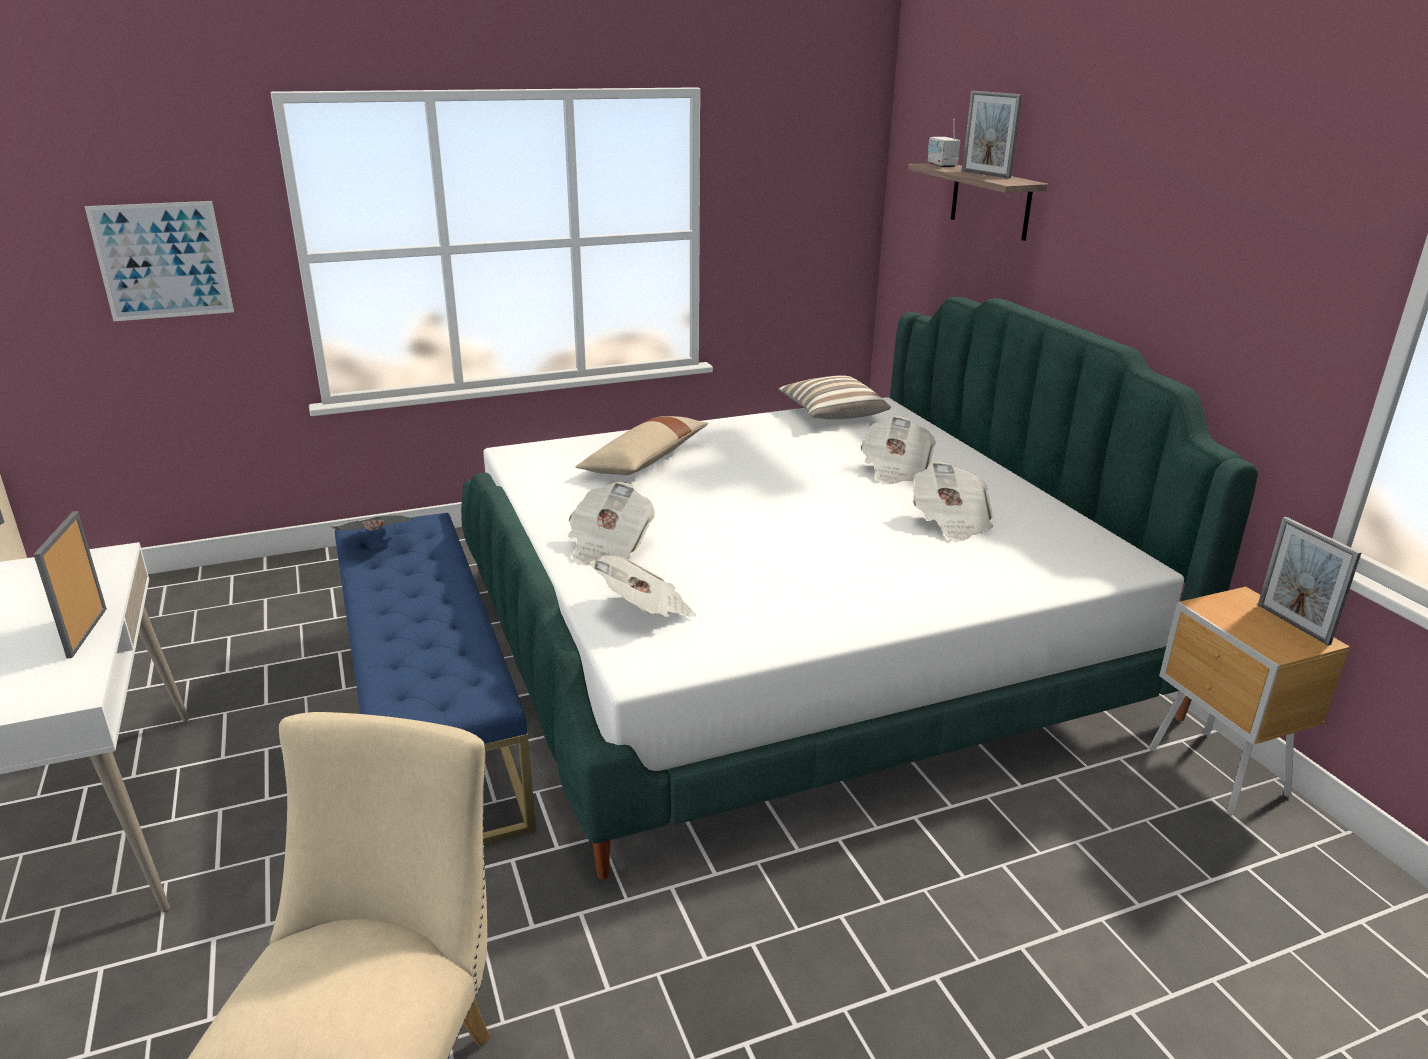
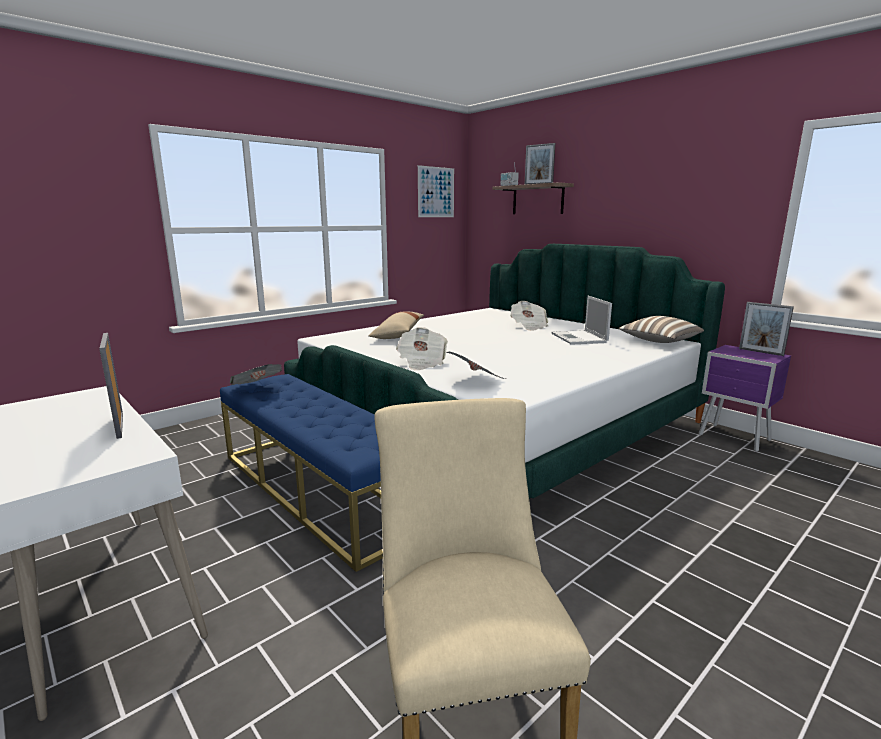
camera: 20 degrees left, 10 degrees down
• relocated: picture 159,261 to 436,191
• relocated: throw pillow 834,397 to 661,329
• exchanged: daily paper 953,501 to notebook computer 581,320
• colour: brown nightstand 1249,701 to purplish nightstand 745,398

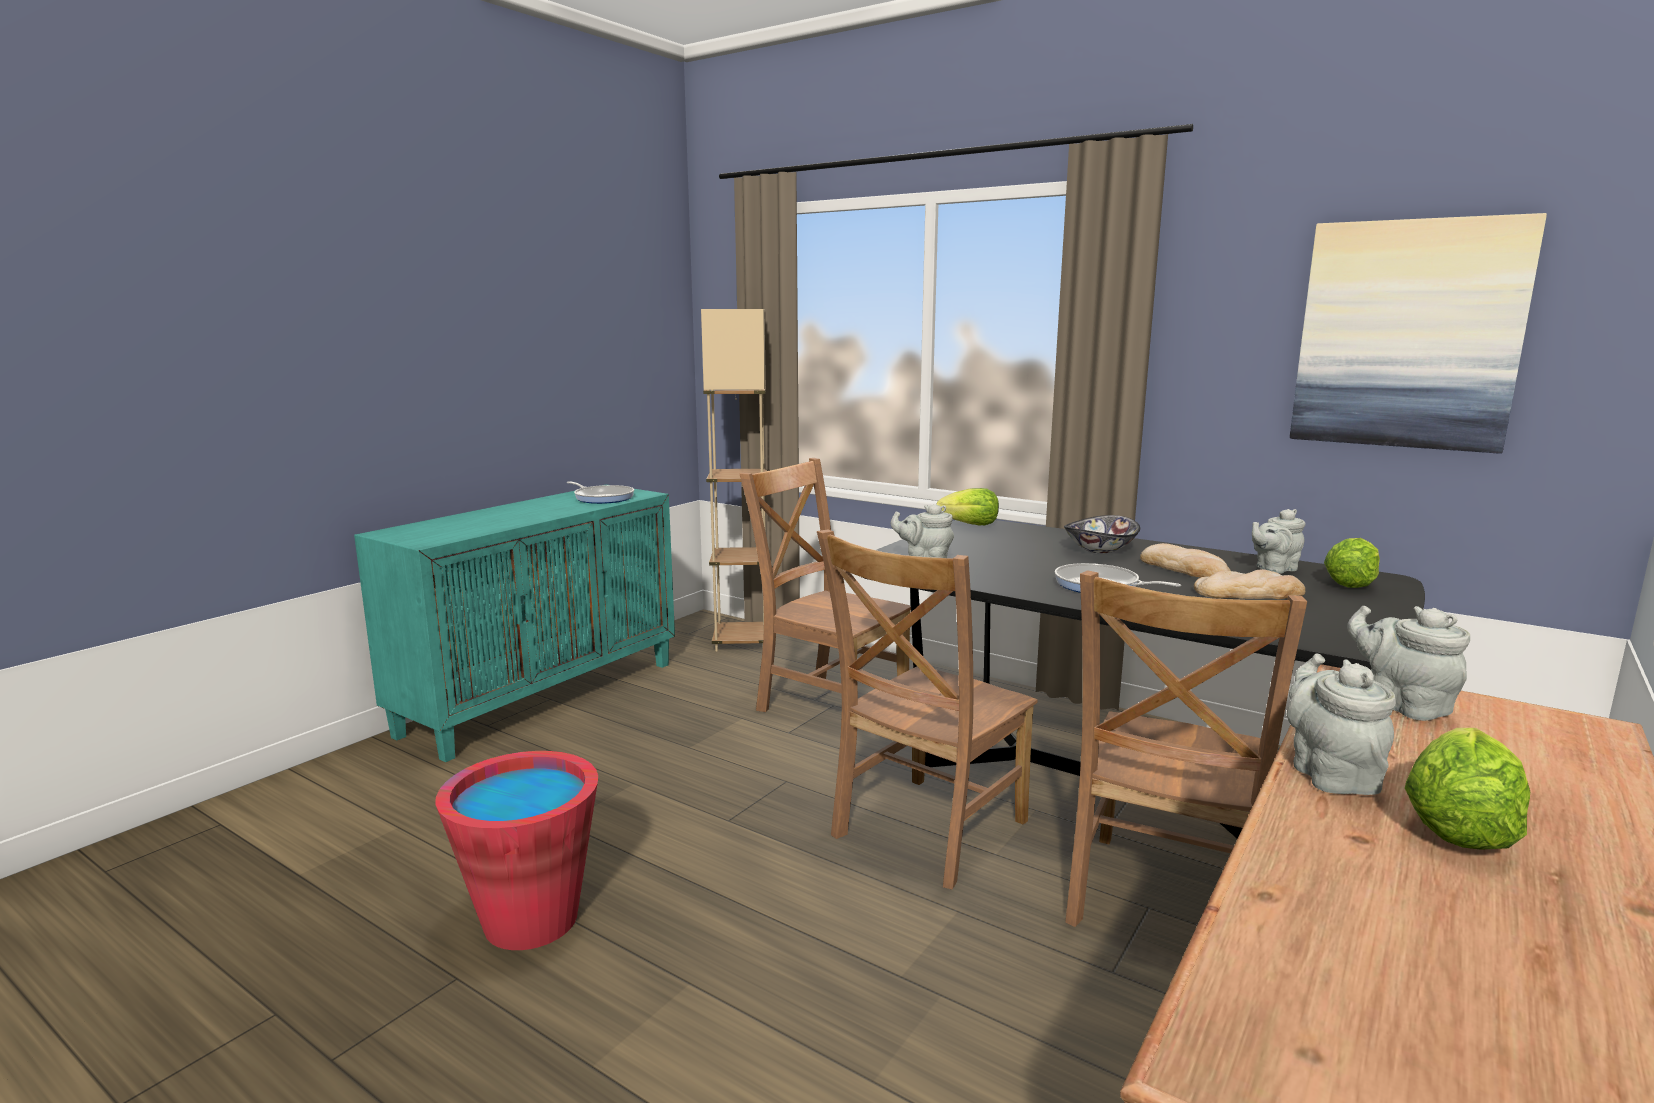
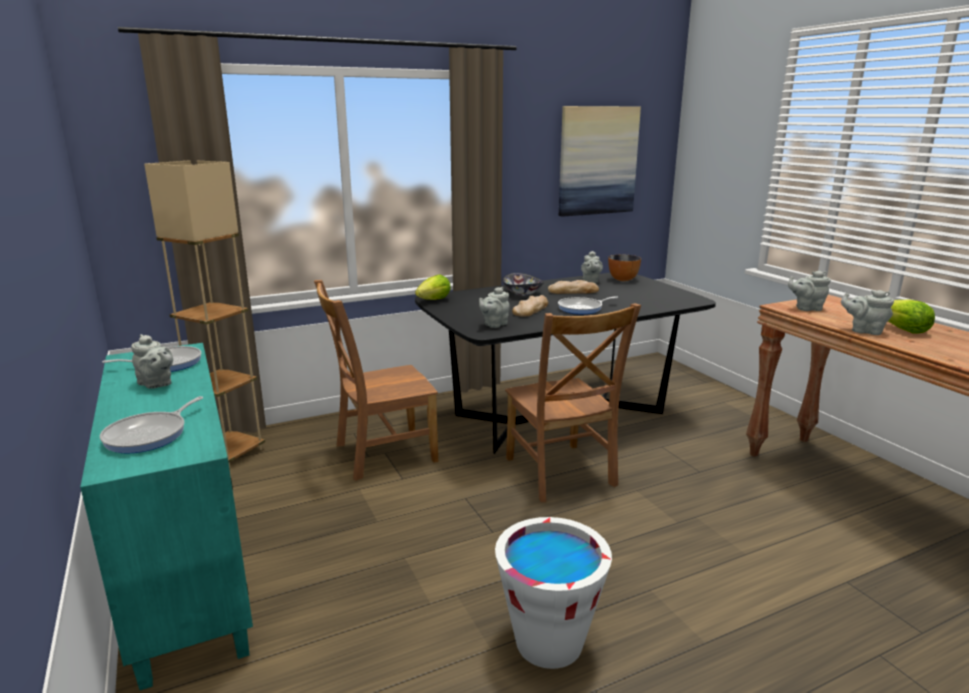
camera: 60 degrees left, 5 degrees up
• colour: red water bucket 517,850 to whitish water bucket 553,593
• missing: brown chair 1186,748
• relocated: baked bread 1249,584 to 530,306
• exchanged: lettuce 1352,563 to serving bowl 624,268
• appeared: skillet 151,424
• appeared: gray tea pot 152,361

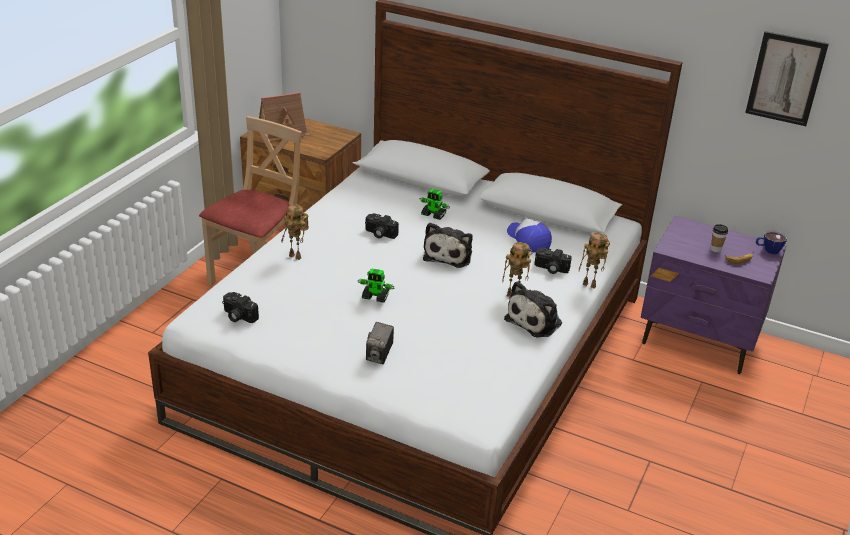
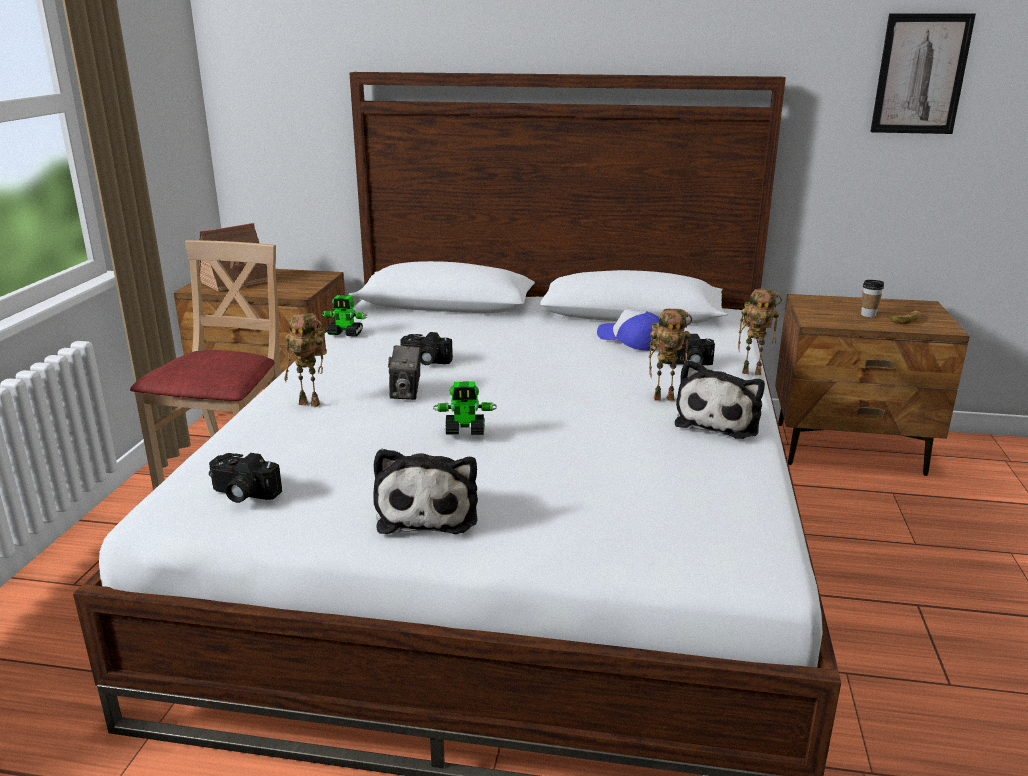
camera: 15 degrees left, 10 degrees down
• relocated: photo camera 380,343 to 404,372
• relocated: model robot 434,204 to 344,316
• relocated: plush toy 448,245 to 425,491
• colour: purplish nightstand 714,295 to brown nightstand 872,385
• missing: drinking cup 771,242

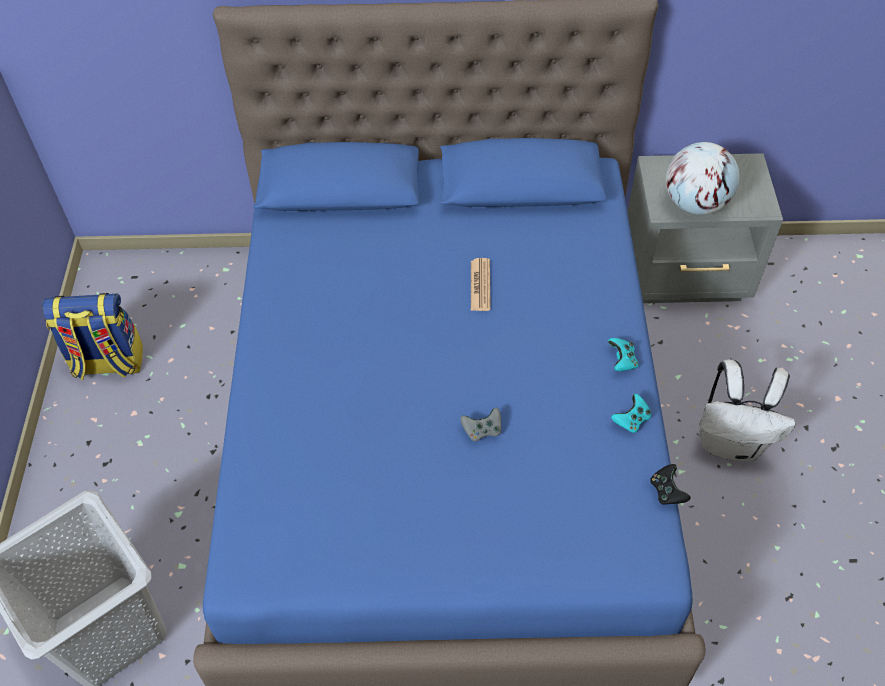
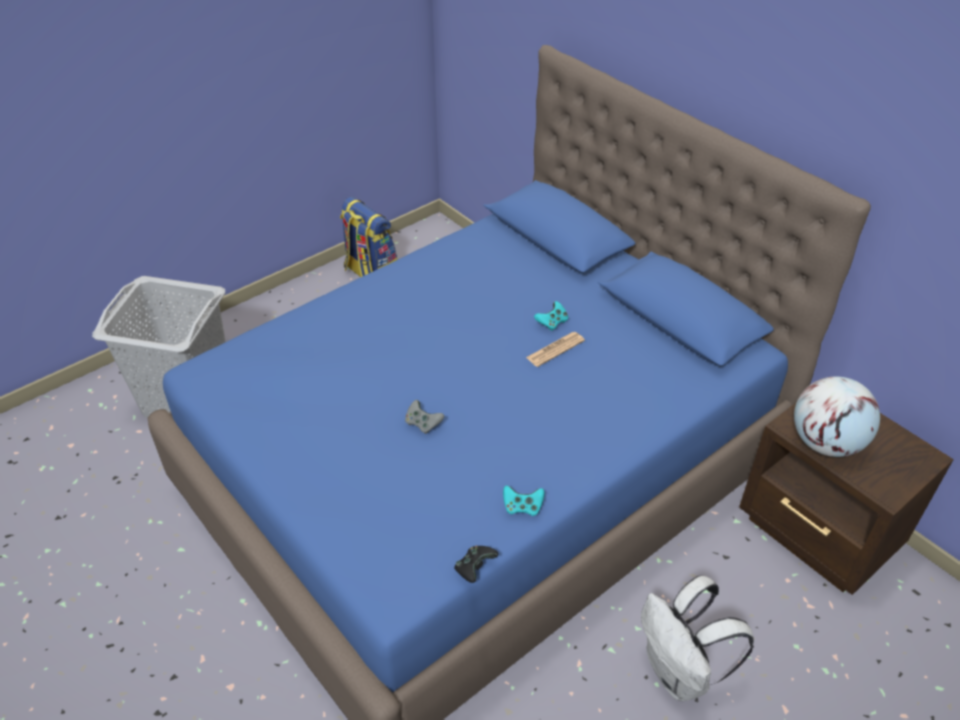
camera: 50 degrees right, 10 degrees down
• relocated: turquoise-coloured game controller 623,354 to 551,316
• colour: gray nightstand 705,228 to brown nightstand 846,499

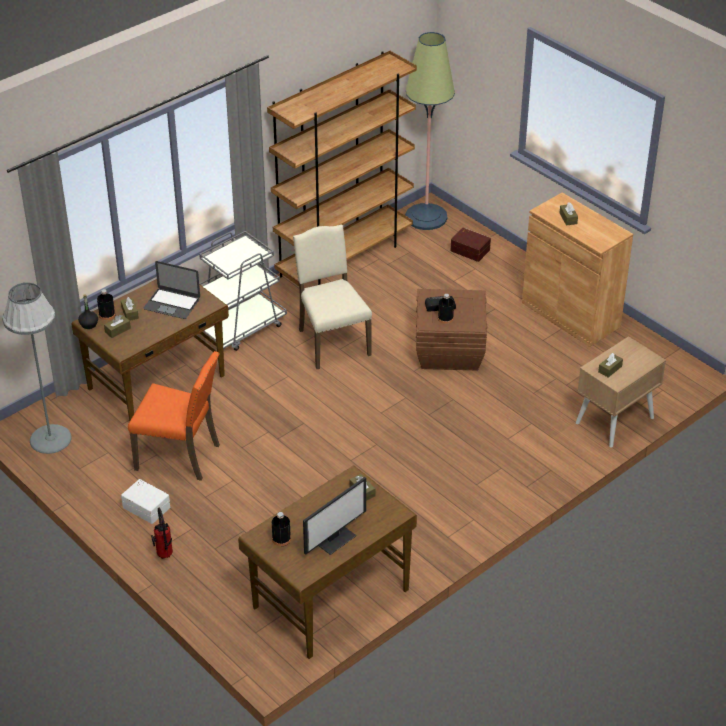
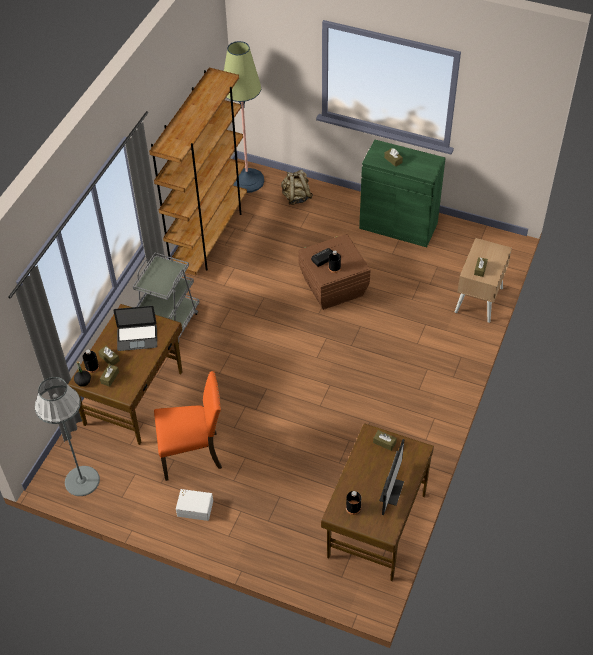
camera: 25 degrees left, 10 degrees up
• missing: extinguisher 162,533
• missing: beige-coloured chair 332,296
• exchanged: brown storage container 471,245 to beige-coloured rucksack 297,187
• colour: brown storage cabinet 577,270 to green-coloured storage cabinet 402,193

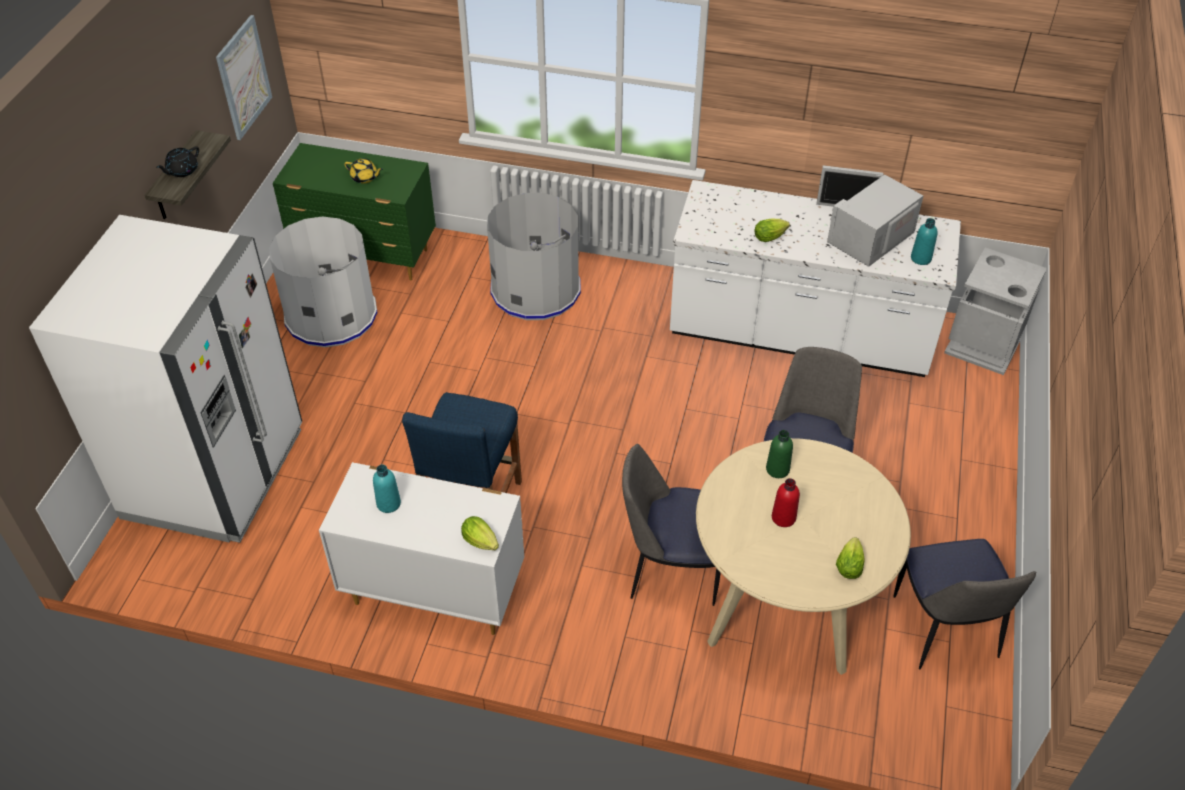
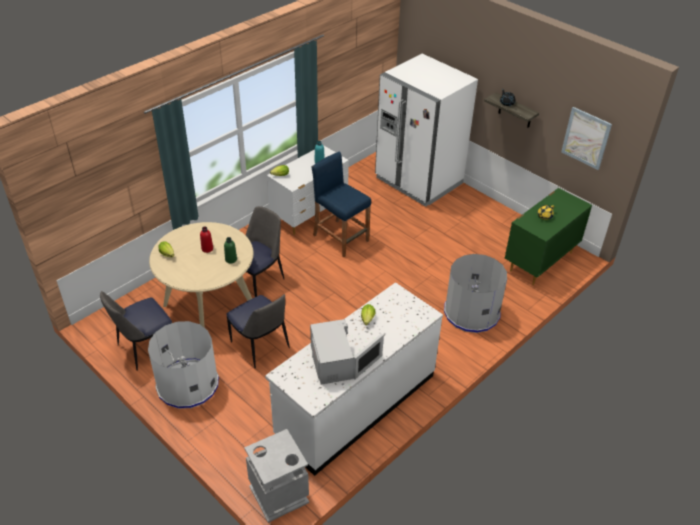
camera: 120 degrees right, 5 degrees down
• relocated: whitish waste bin 323,281 to 183,365
• spun: chair 965,604 = 136,331 60 degrees counterclockwise
• missing: turquoise-coloured beverage bottle 924,241

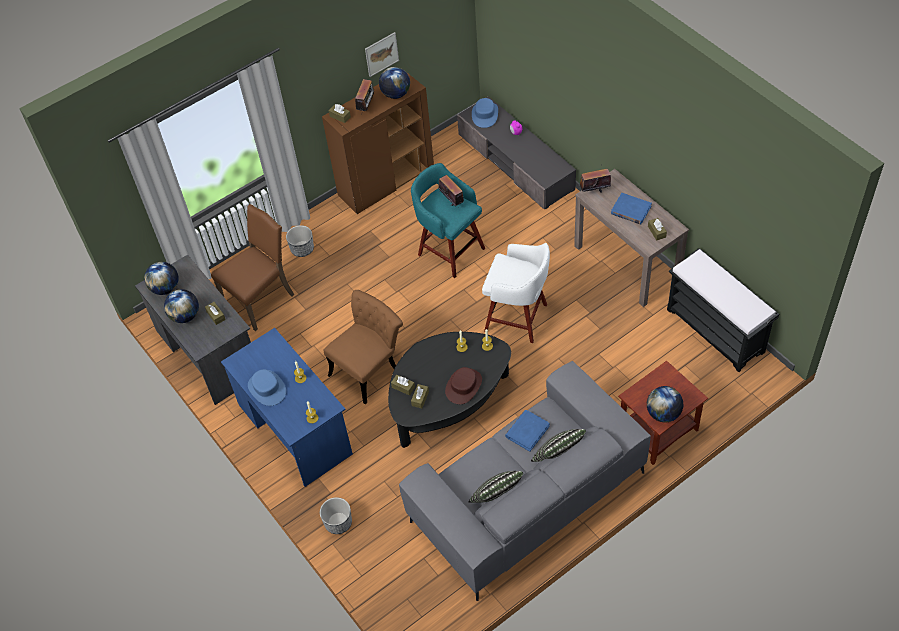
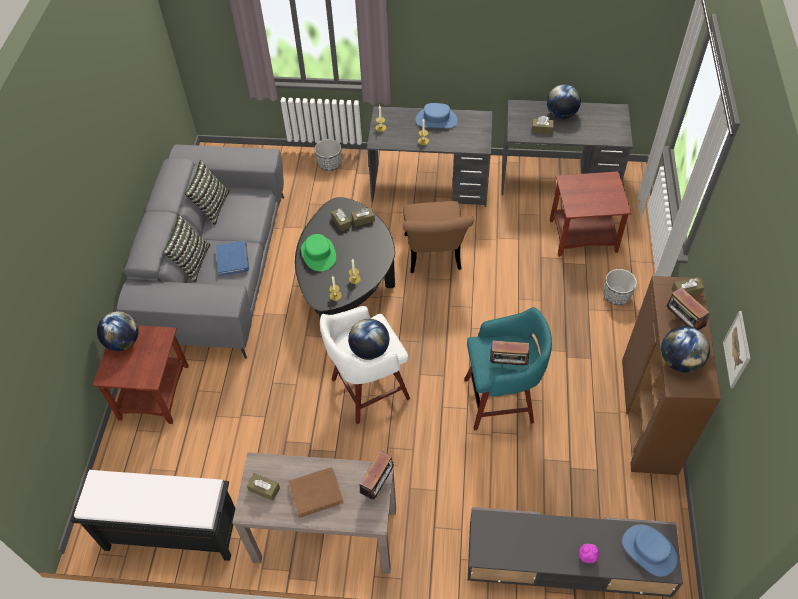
camera: 130 degrees right, 0 degrees up
• relocated: world globe 161,278 to 368,339
• exchanged: brown chair 253,267 to brown accent table 591,214
• colour: blue desk unit 287,407 to gray desk unit 429,156
• colour: brown wearable hat 463,385 to green-coloured wearable hat 318,252
• colour: blue book 631,209 to brown book 316,492

